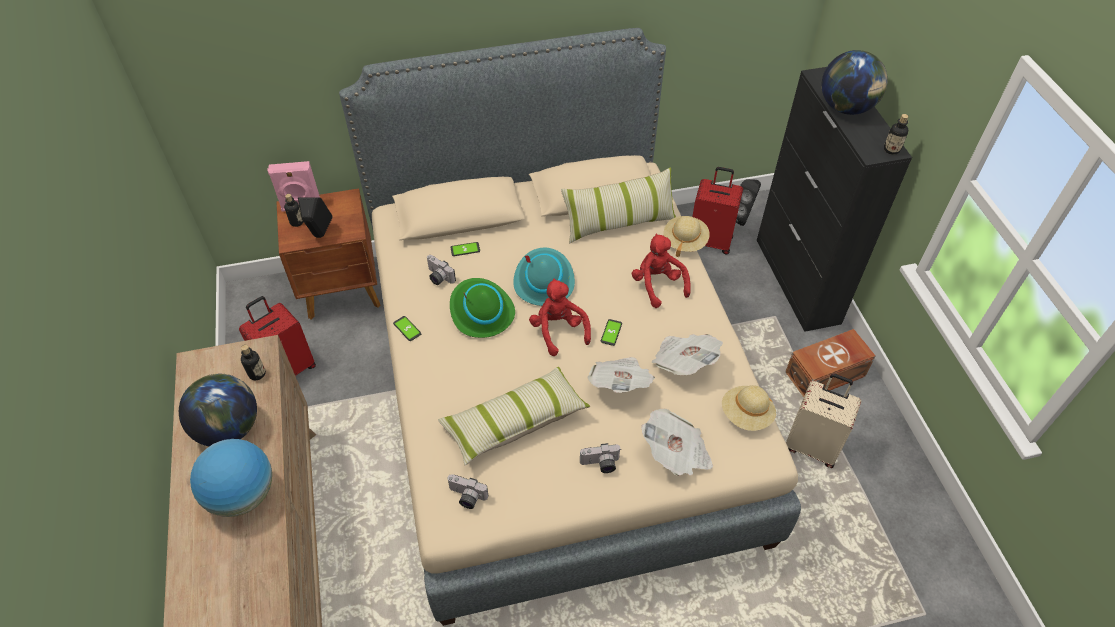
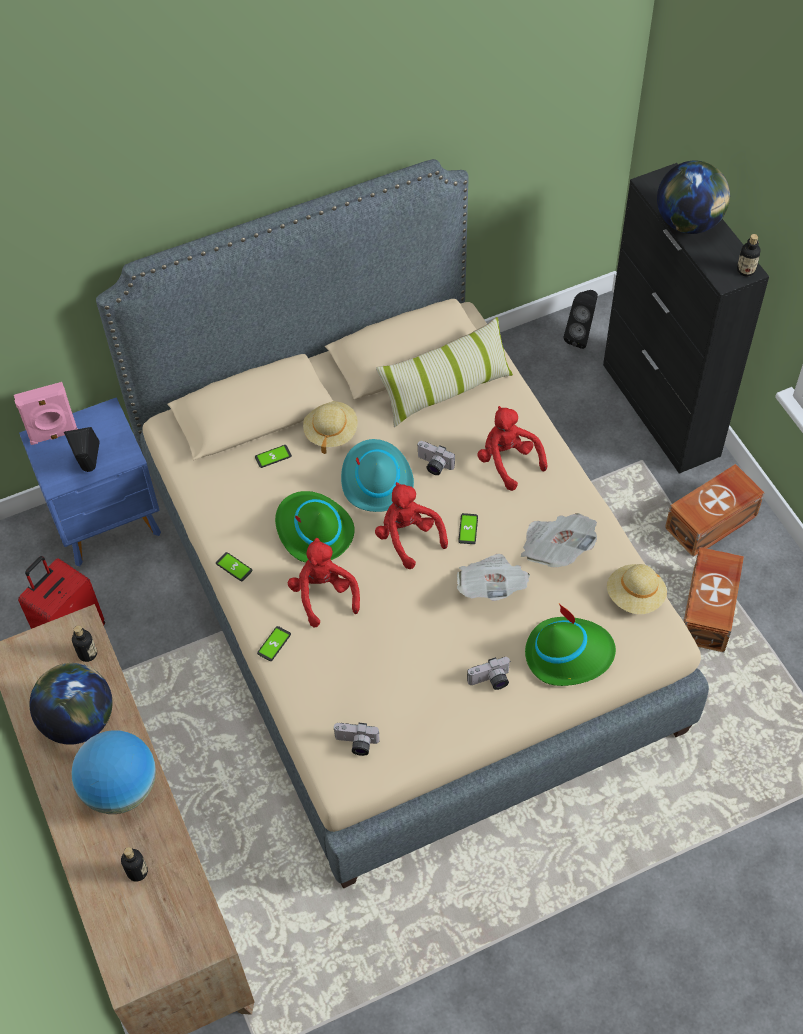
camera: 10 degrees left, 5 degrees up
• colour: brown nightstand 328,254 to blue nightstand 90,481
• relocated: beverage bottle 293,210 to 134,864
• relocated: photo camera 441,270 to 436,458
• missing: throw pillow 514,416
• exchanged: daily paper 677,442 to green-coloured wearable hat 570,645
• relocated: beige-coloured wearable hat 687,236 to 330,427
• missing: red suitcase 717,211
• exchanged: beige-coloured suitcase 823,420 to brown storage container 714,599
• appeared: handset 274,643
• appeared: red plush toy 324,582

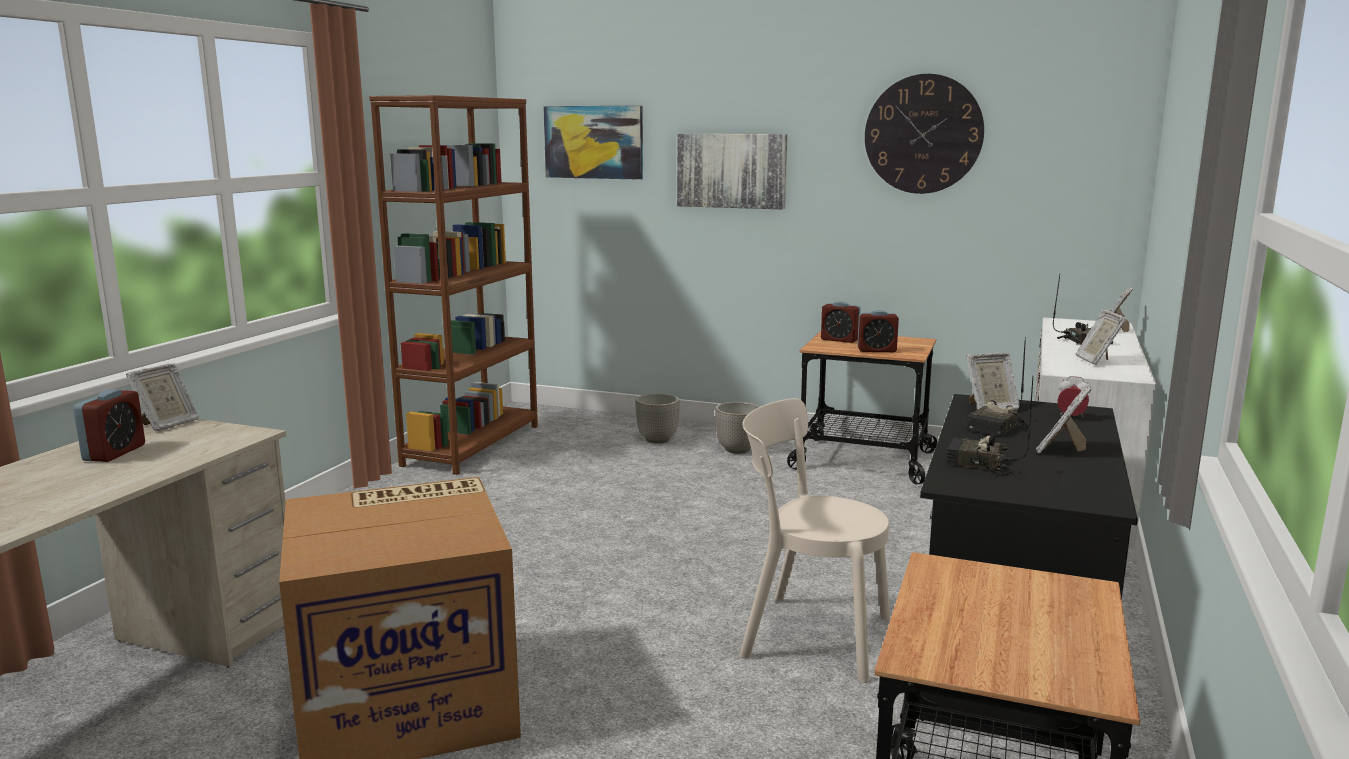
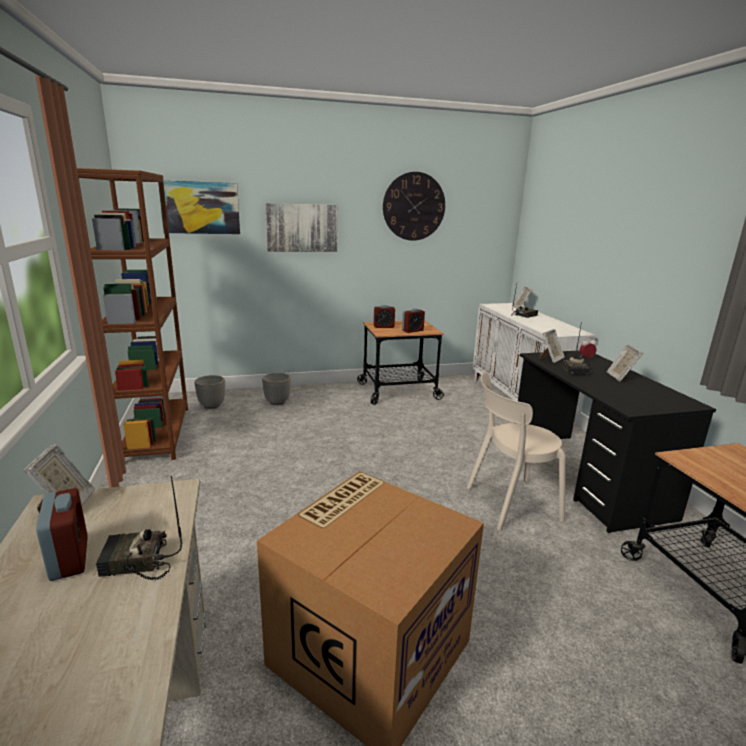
camera: 35 degrees left, 5 degrees up
• relocated: plant pot 737,428 to 209,392
• relocated: radio set 990,426 to 139,528
• missing: standing frame 1101,337

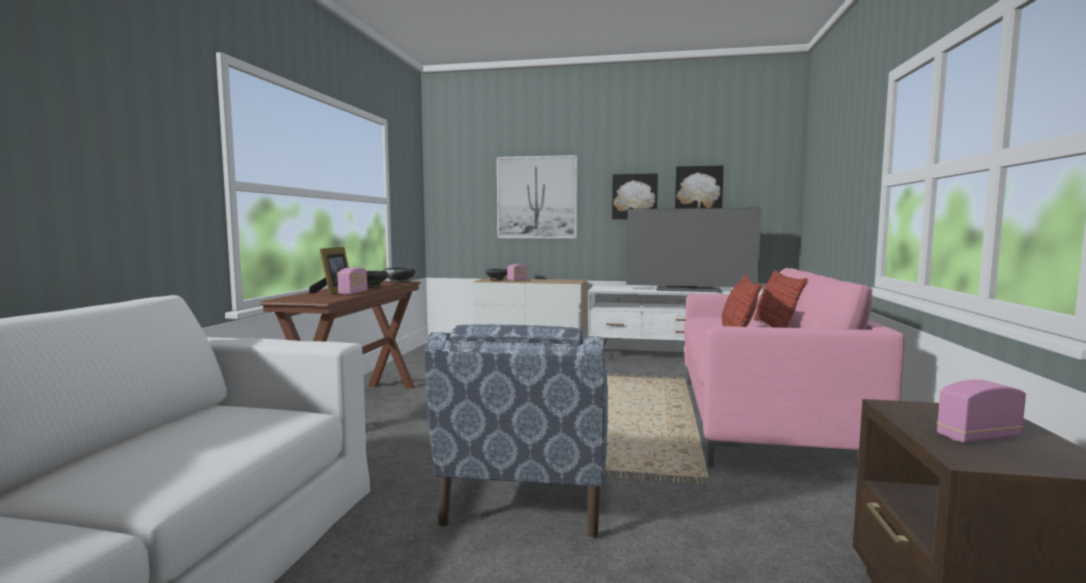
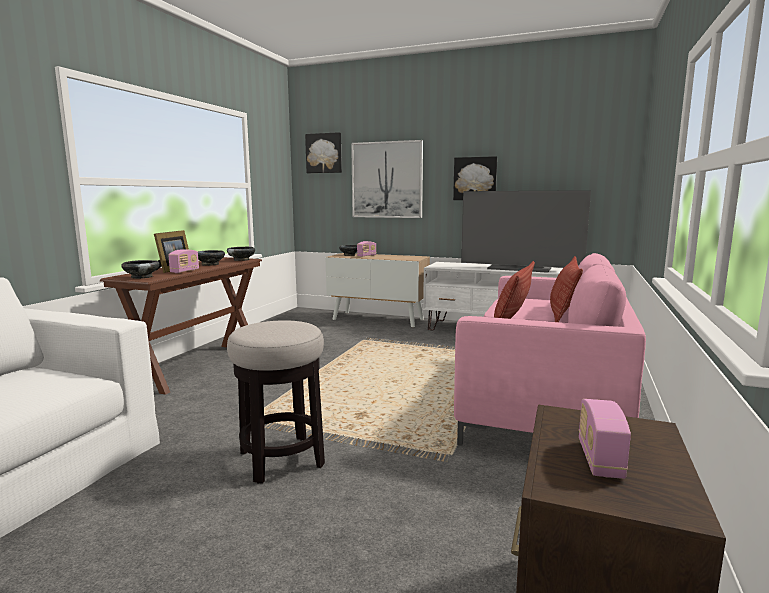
camera: 10 degrees right, 5 degrees up
• exchanged: blue armchair 516,431 to stool seat 276,402
• relocated: picture 699,187 to 323,152
• spun: radio set 981,411 = 605,439 75 degrees counterclockwise
• appeared: blackish serving bowl 140,269

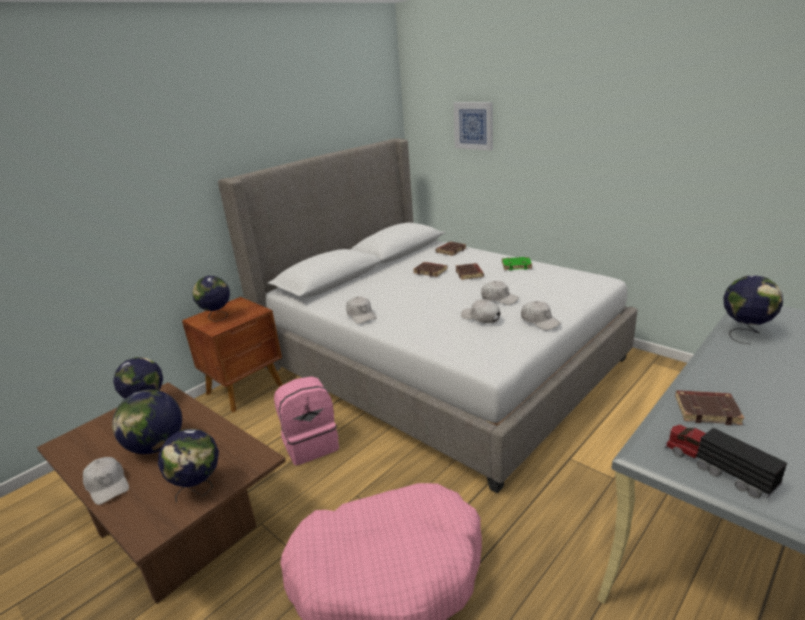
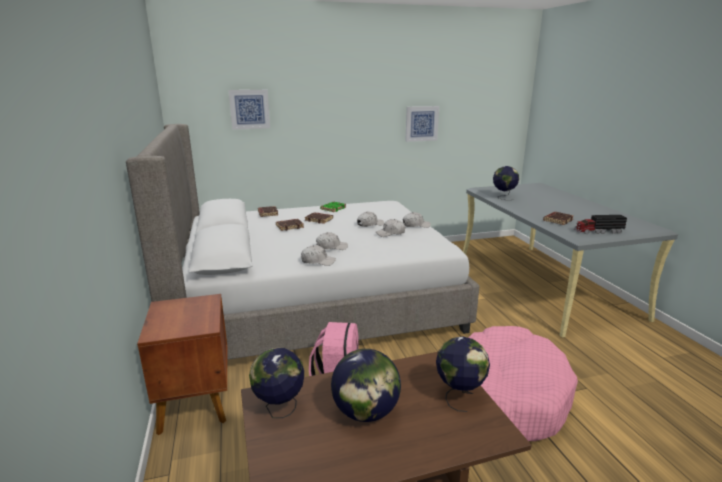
camera: 60 degrees left, 5 degrees down
• relocated: whitish cap 106,481 to 332,241
• missing: world globe 211,299
• appeared: picture 422,124

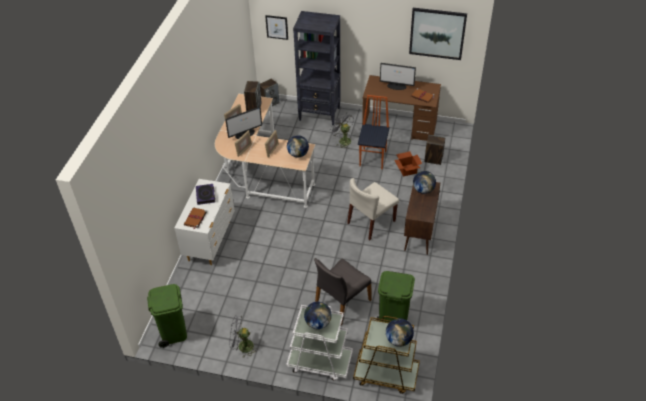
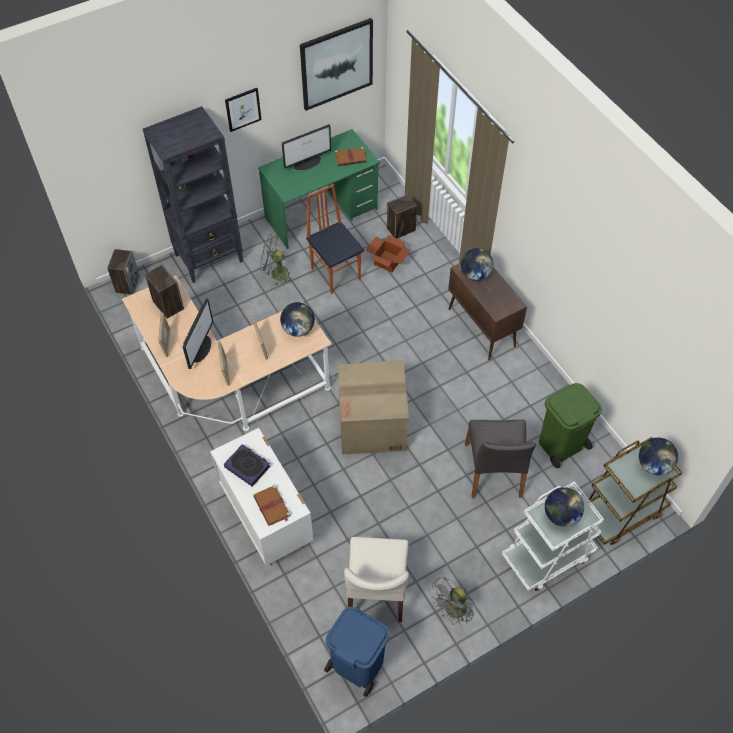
camera: 45 degrees left, 10 degrees up
• colour: green-coloured waste bin 167,316 to blue waste bin 357,652
• relocated: picture 276,27 to 243,110
• relocated: beige-coloured chair 373,209 to 376,579
• colour: brown desk unit 401,108 to green-coloured desk unit 319,189
• appeared: carton 373,407

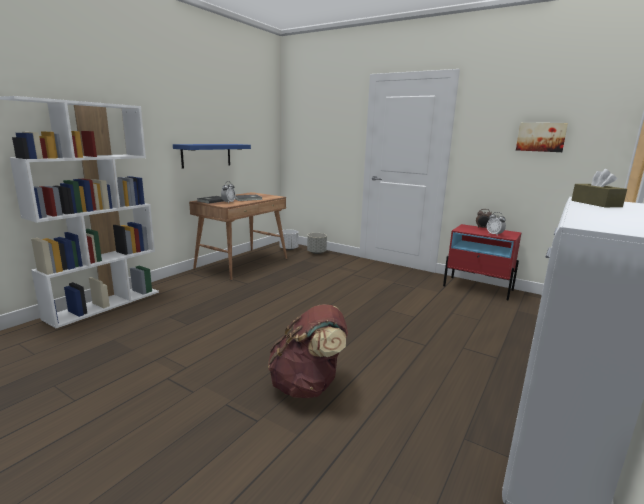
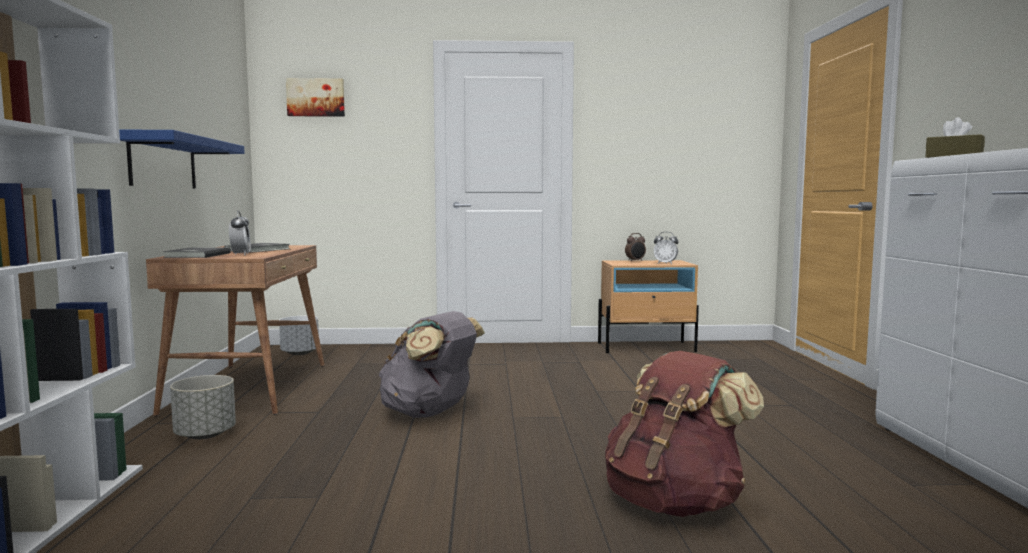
camera: 35 degrees left, 10 degrees down
• relocated: gray plant pot 317,243 to 203,407
• colour: red nightstand 482,262 to beige-coloured nightstand 648,306
• relocated: picture 542,137 to 315,97
• appeared: gray rucksack 432,364

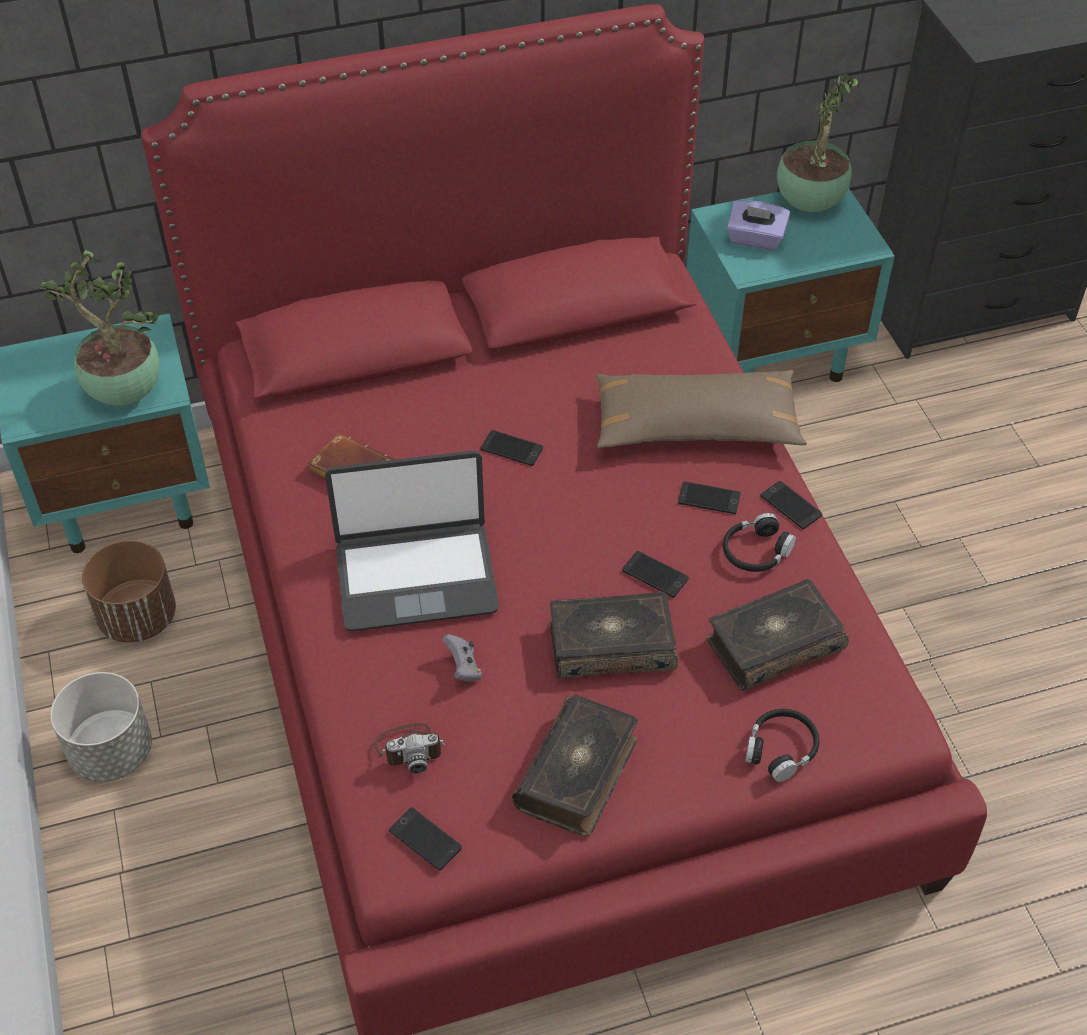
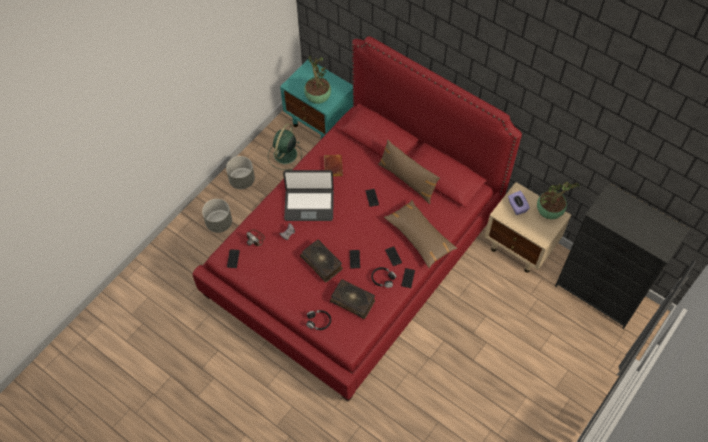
camera: 55 degrees right, 10 degrees up
• exchanged: brown plant pot 129,591 to green-coloured fan 285,147
• spun: notebook computer 412,540 = 308,195 45 degrees counterclockwise
• missing: book 575,765
• colour: turquoise-coloured nightstand 790,285 to beige-coloured nightstand 527,227
• appeared: gray plant pot 217,216
• appeared: brown throw pillow 409,171

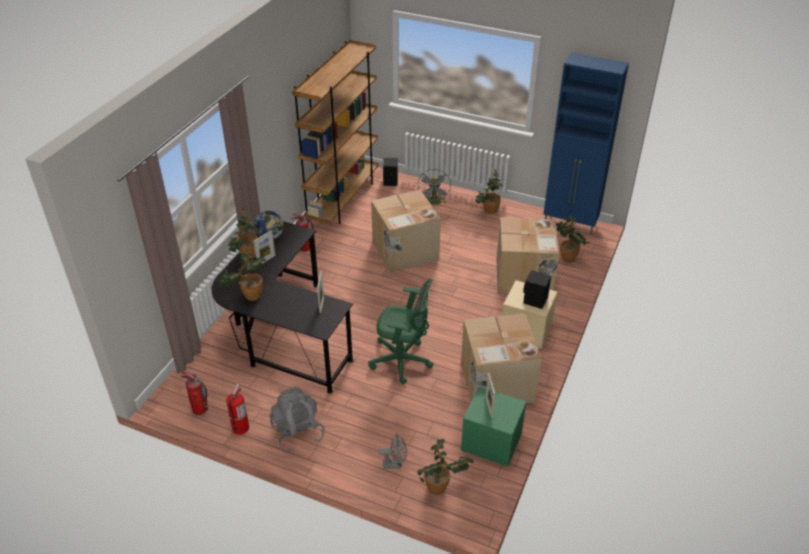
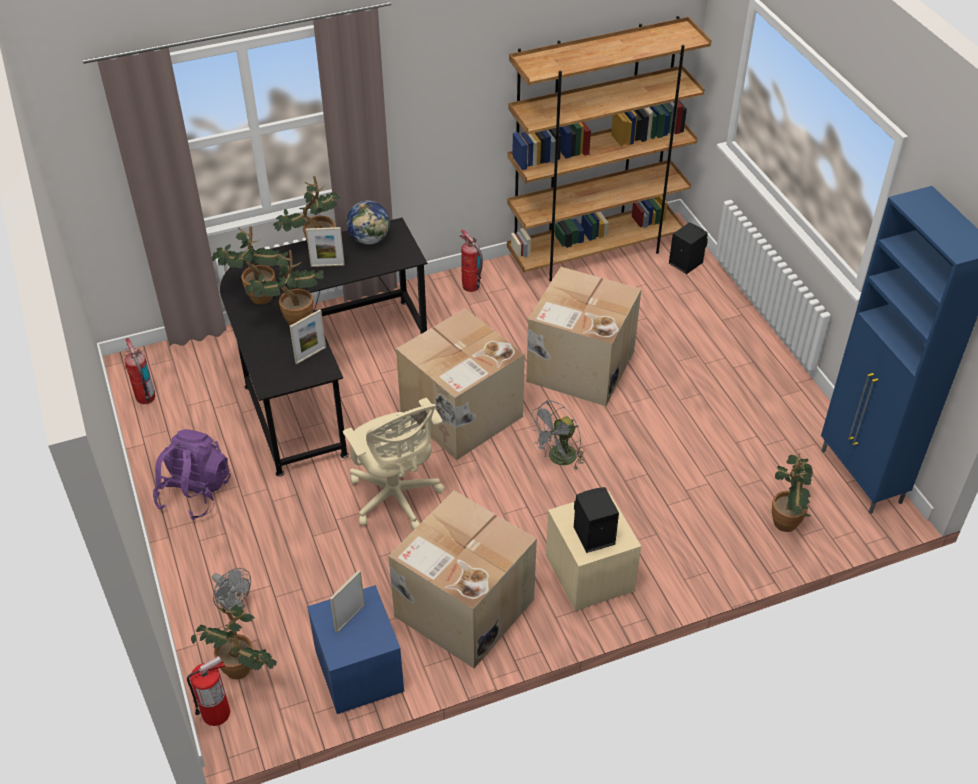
camera: 45 degrees right, 5 degrees up
• relocated: extinguisher 237,409 to 208,691
• colour: gray rucksack 297,419 to purplish rucksack 192,474
• colour: green-coloured desk chair 400,331 to beige-coloured desk chair 394,464
• relocated: gray fan 434,187 to 557,435
• colour: green-coloured nightstand 493,427 to blue nightstand 355,649
• relocated: potted plant 489,191 to 284,288
• relocated: carton 528,255 to 460,384

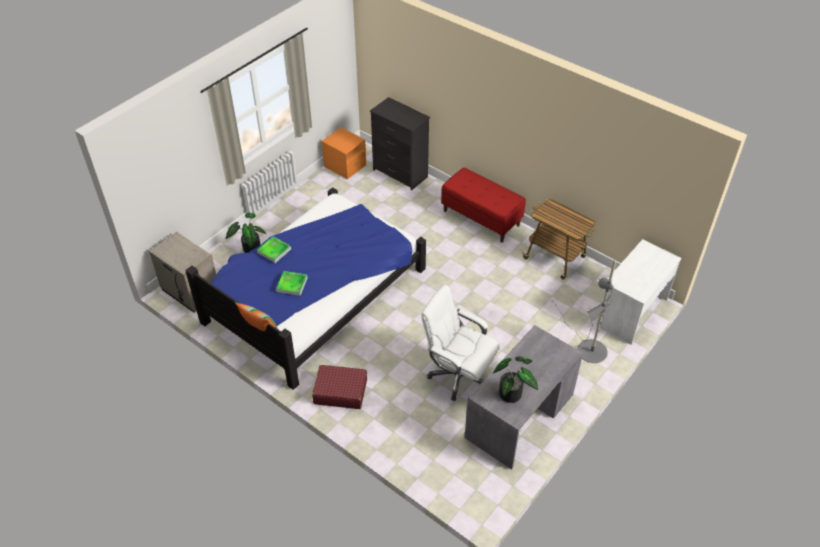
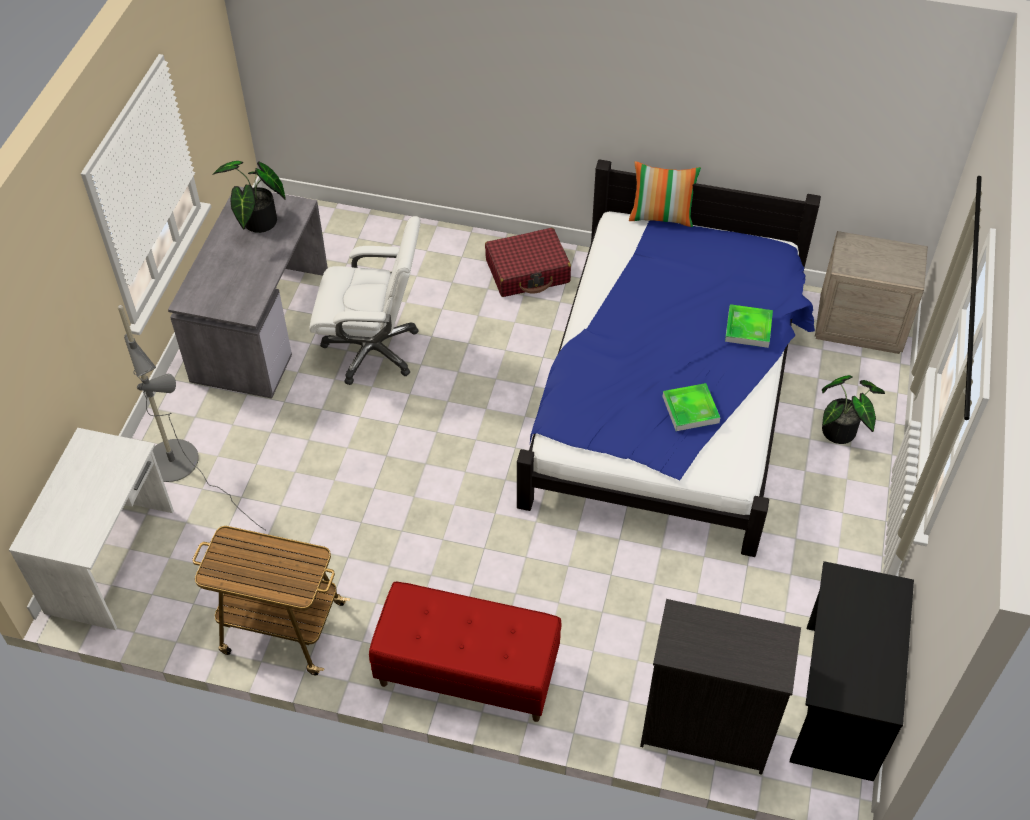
camera: 155 degrees right, 5 degrees up
• relocated: carrying tray 292,283 to 691,407
• exchanged: orange-coloured nightstand 344,153 to blackish desk unit 852,671

